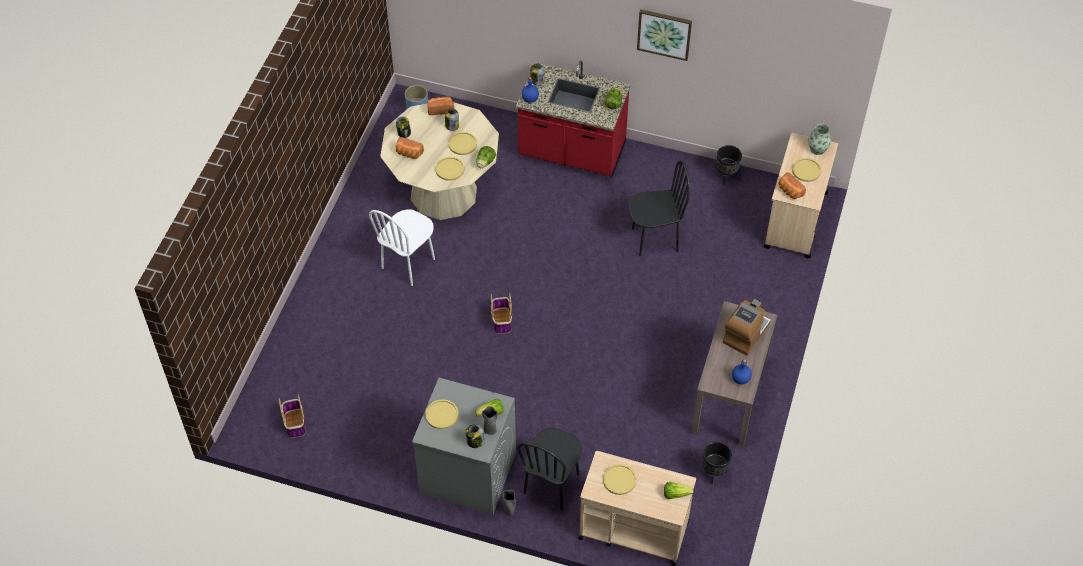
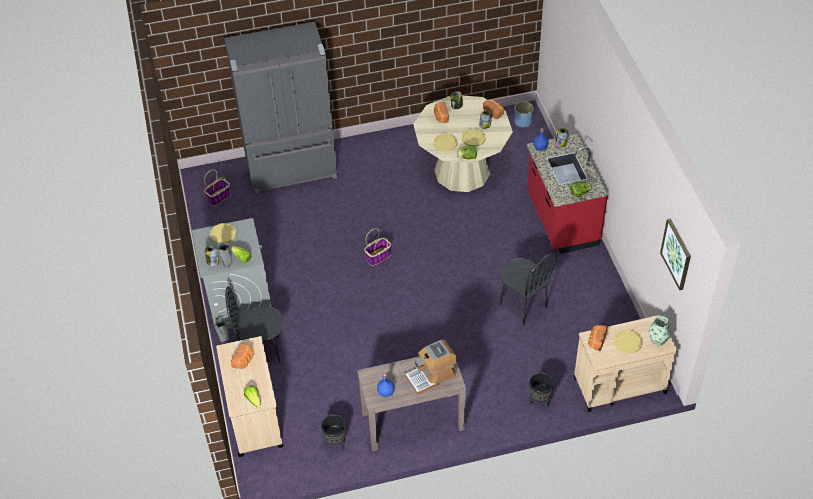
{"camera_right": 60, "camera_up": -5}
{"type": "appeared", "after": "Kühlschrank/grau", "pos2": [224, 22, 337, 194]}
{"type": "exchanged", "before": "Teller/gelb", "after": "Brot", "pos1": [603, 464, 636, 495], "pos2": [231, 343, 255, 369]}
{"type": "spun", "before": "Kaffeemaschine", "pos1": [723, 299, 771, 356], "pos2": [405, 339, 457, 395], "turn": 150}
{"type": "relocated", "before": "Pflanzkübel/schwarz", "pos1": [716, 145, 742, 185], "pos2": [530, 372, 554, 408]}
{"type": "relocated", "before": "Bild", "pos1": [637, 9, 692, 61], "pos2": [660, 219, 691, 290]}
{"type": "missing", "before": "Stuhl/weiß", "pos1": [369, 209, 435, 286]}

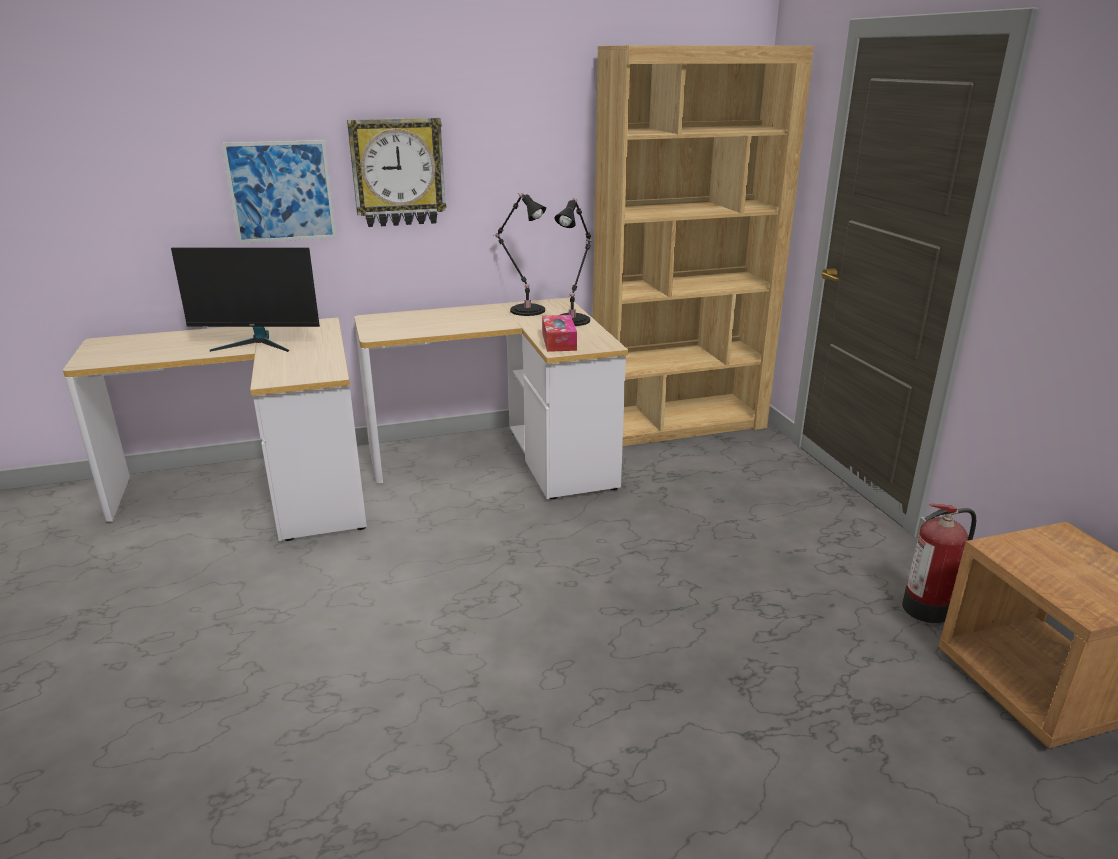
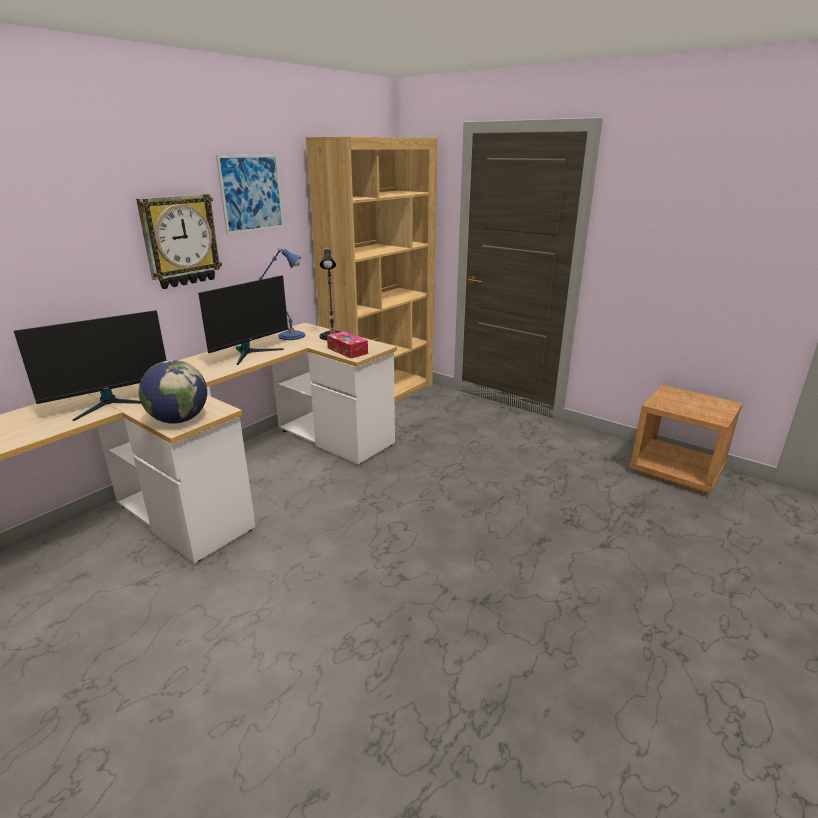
{"camera_right": -35, "camera_up": 0}
{"type": "appeared", "after": "Globus", "pos2": [139, 360, 207, 424]}
{"type": "appeared", "after": "Monitor", "pos2": [198, 275, 288, 365]}
{"type": "relocated", "before": "Bild", "pos1": [222, 140, 336, 243], "pos2": [216, 154, 284, 235]}
{"type": "colour", "before": "Tischlampe/schwarz", "after": "Tischlampe/blau", "pos1": [494, 193, 546, 316], "pos2": [259, 248, 305, 340]}
{"type": "missing", "before": "Feuerlöscher", "pos1": [902, 504, 976, 623]}

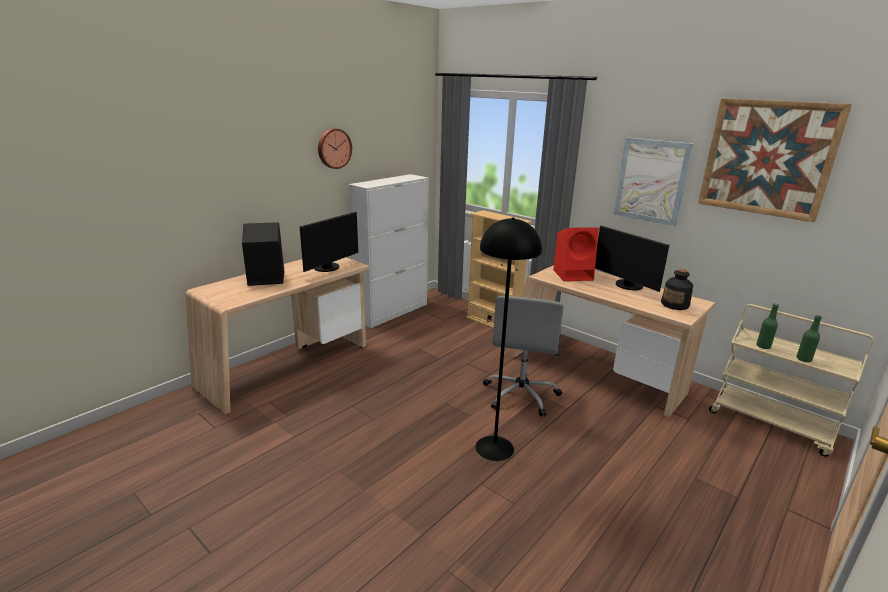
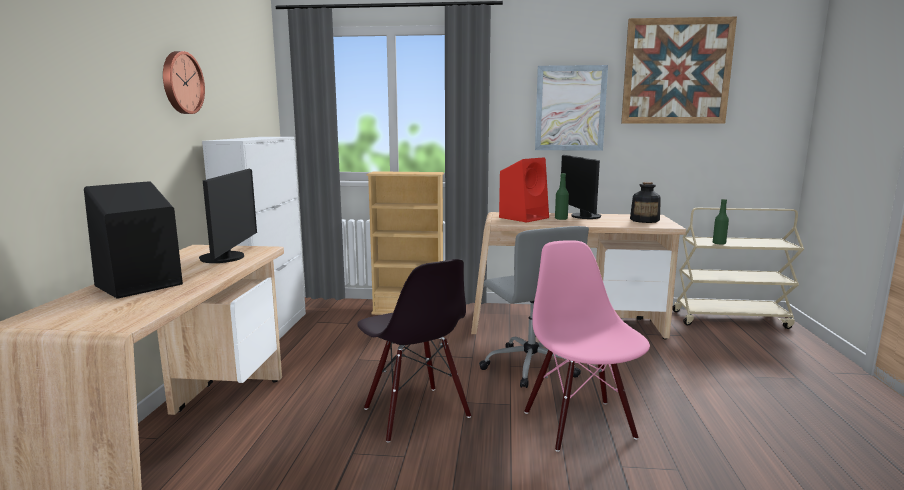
{"camera_right": -35, "camera_up": -10}
{"type": "appeared", "after": "Stuhl/schwarz", "pos2": [357, 259, 471, 443]}
{"type": "exchanged", "before": "Stehlampe/schwarz", "after": "Stuhl/rosa", "pos1": [476, 217, 542, 461], "pos2": [524, 240, 650, 452]}
{"type": "relocated", "before": "Flasche/grün", "pos1": [796, 315, 822, 362], "pos2": [555, 173, 569, 220]}
{"type": "spun", "before": "Monitor", "pos1": [595, 225, 669, 292], "pos2": [561, 155, 602, 219], "turn": 60}

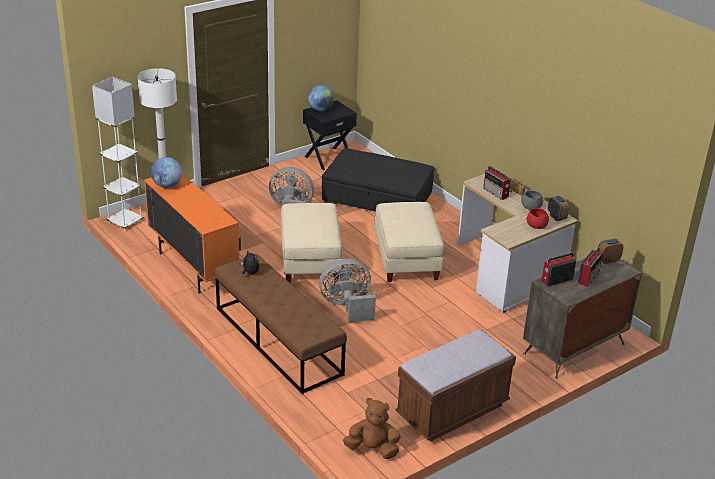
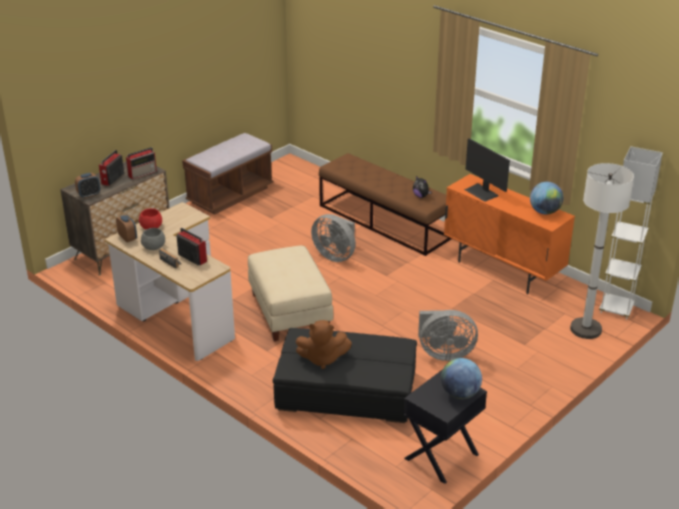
{"camera_right": 170, "camera_up": 0}
{"type": "relocated", "before": "Plüschtier/braun", "pos1": [343, 398, 401, 459], "pos2": [296, 320, 352, 369]}
{"type": "spun", "before": "Ventilator/grau", "pos1": [319, 259, 376, 322], "pos2": [311, 214, 356, 262], "turn": 60}
{"type": "appeared", "after": "Monitor", "pos2": [464, 138, 510, 202]}
{"type": "missing", "before": "Polsterhocker/beige", "pos1": [281, 203, 342, 283]}

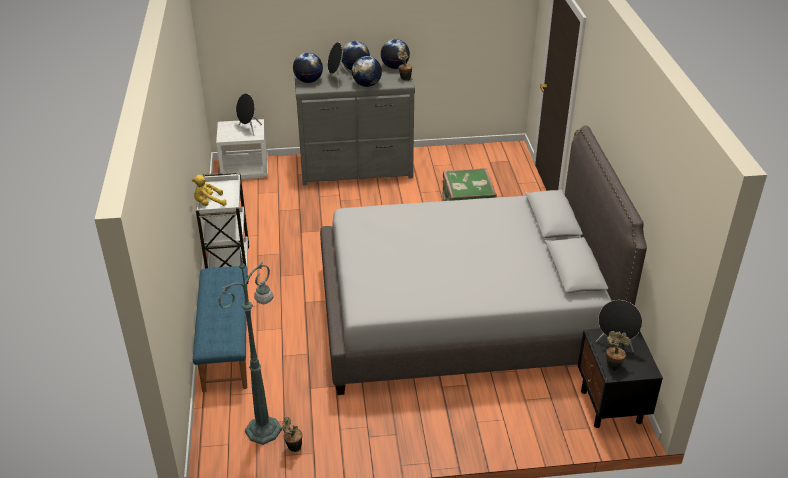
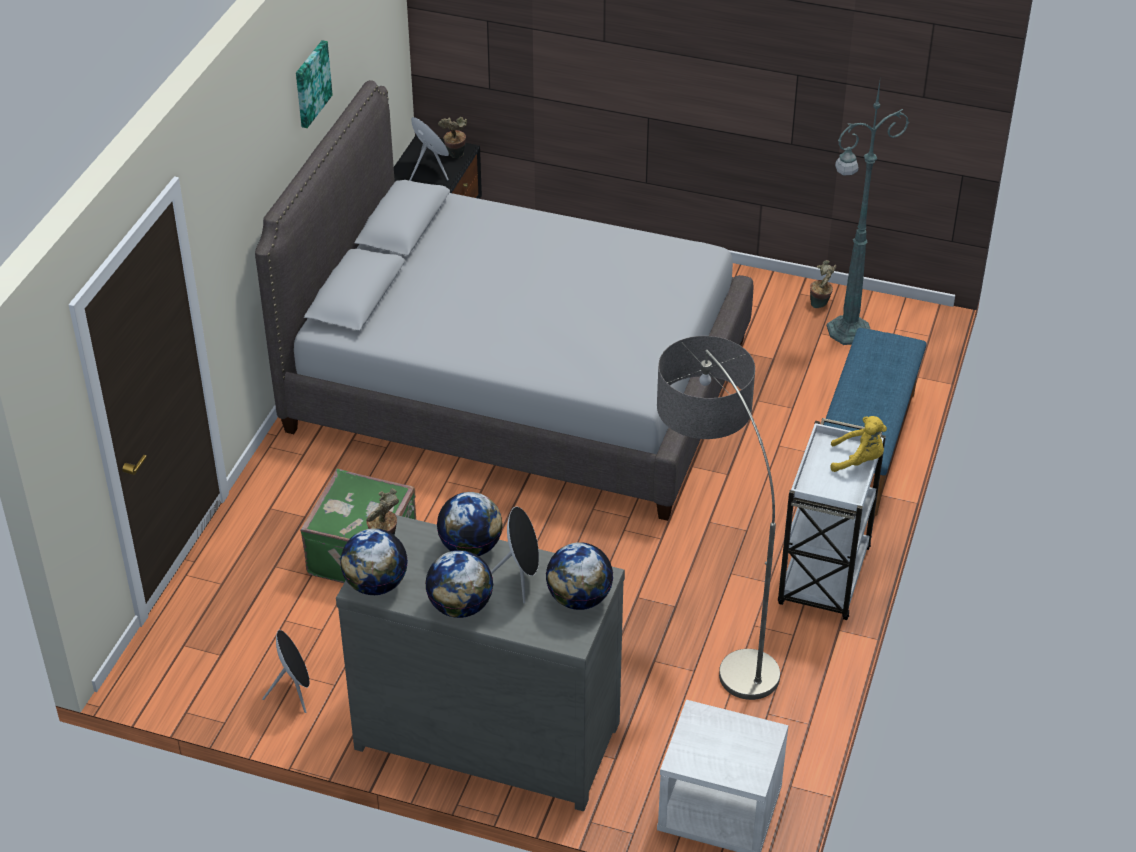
{"camera_right": -155, "camera_up": 5}
{"type": "relocated", "before": "Lautsprecher/schwarz", "pos1": [236, 93, 262, 136], "pos2": [262, 630, 310, 713]}
{"type": "appeared", "after": "Bild", "pos2": [296, 40, 333, 128]}
{"type": "appeared", "after": "Stehlampe", "pos2": [657, 336, 780, 700]}

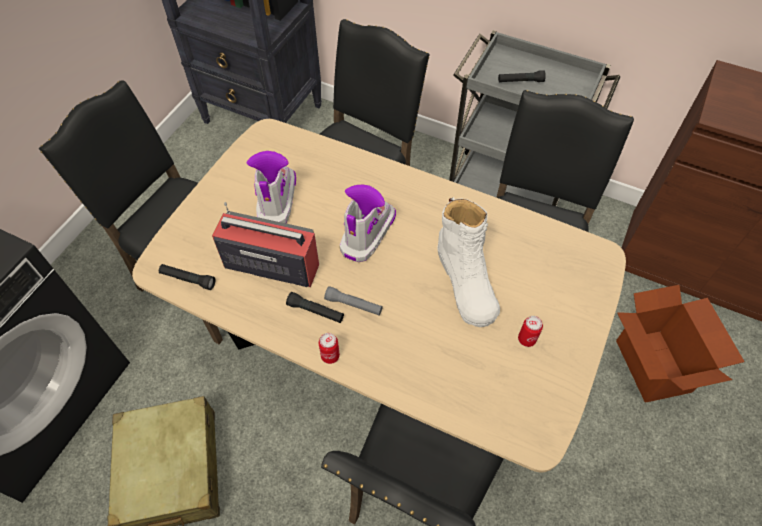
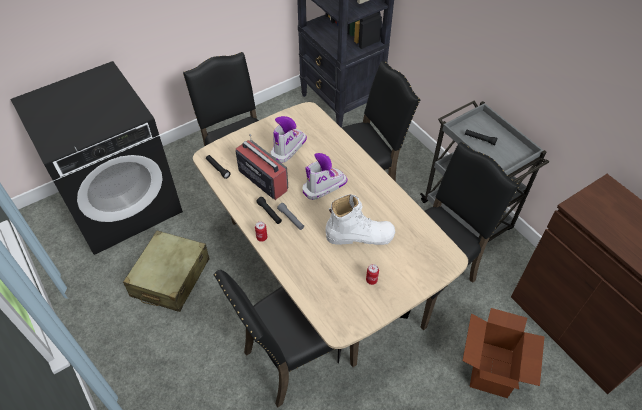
{"camera_right": 30, "camera_up": -5}
{"type": "spun", "before": "Stiefel/weiß", "pos1": [437, 197, 500, 327], "pos2": [326, 194, 395, 245], "turn": -105}

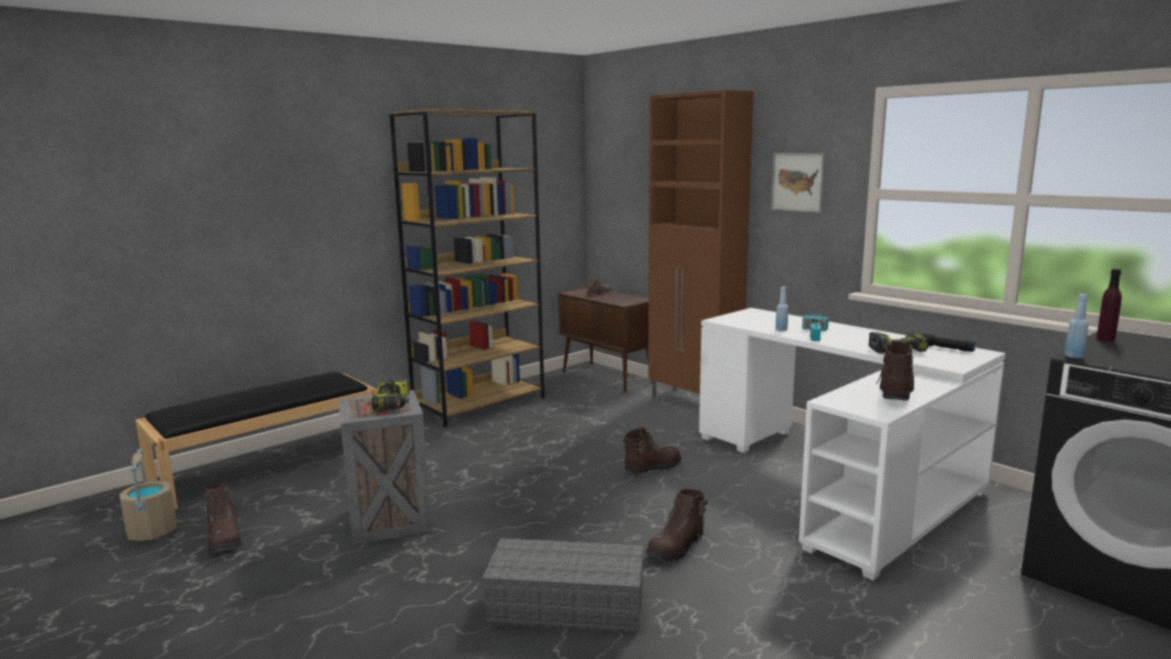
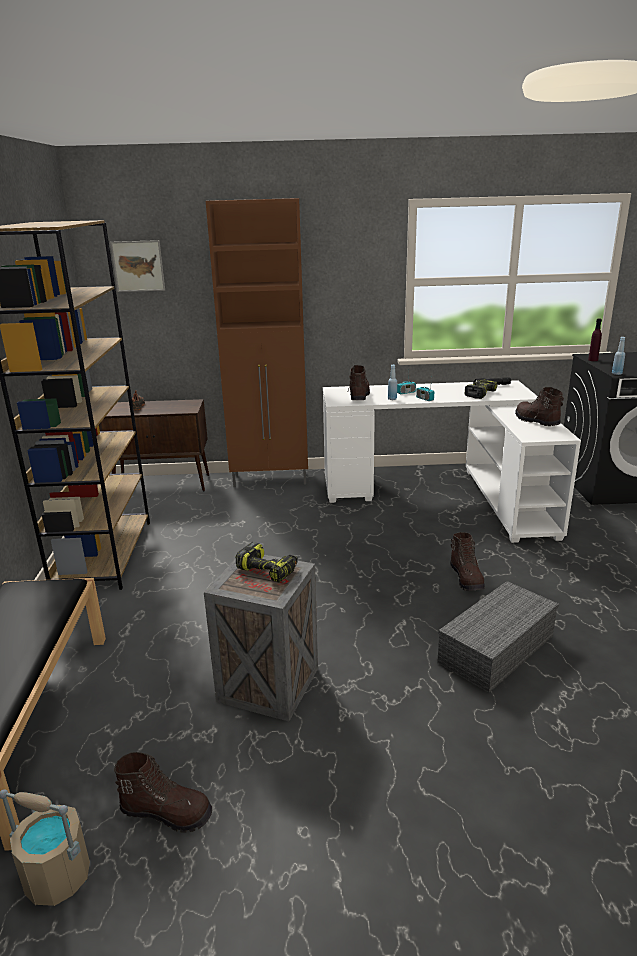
{"camera_right": -50, "camera_up": 10}
{"type": "relocated", "before": "Bild", "pos1": [771, 153, 825, 213], "pos2": [110, 240, 165, 292]}
{"type": "relocated", "before": "Stiefel/braun", "pos1": [623, 427, 682, 474], "pos2": [347, 365, 370, 400]}

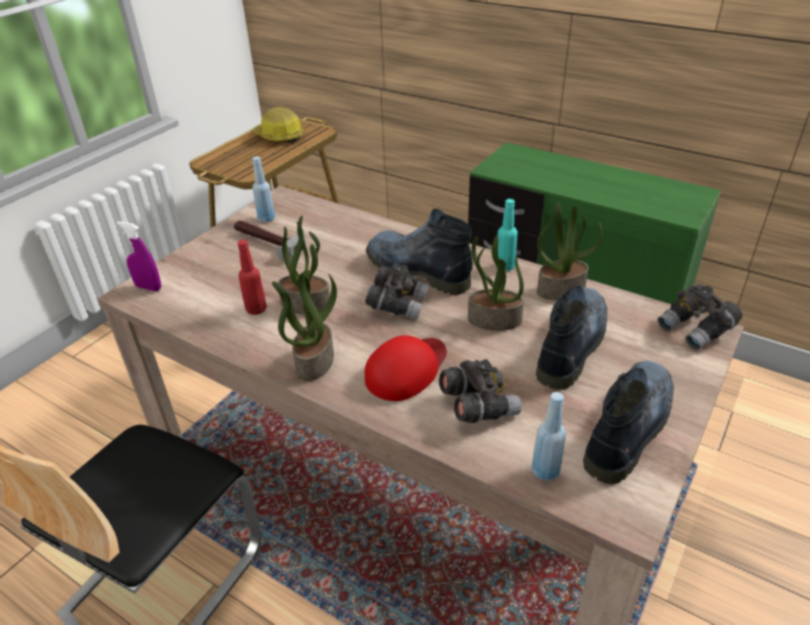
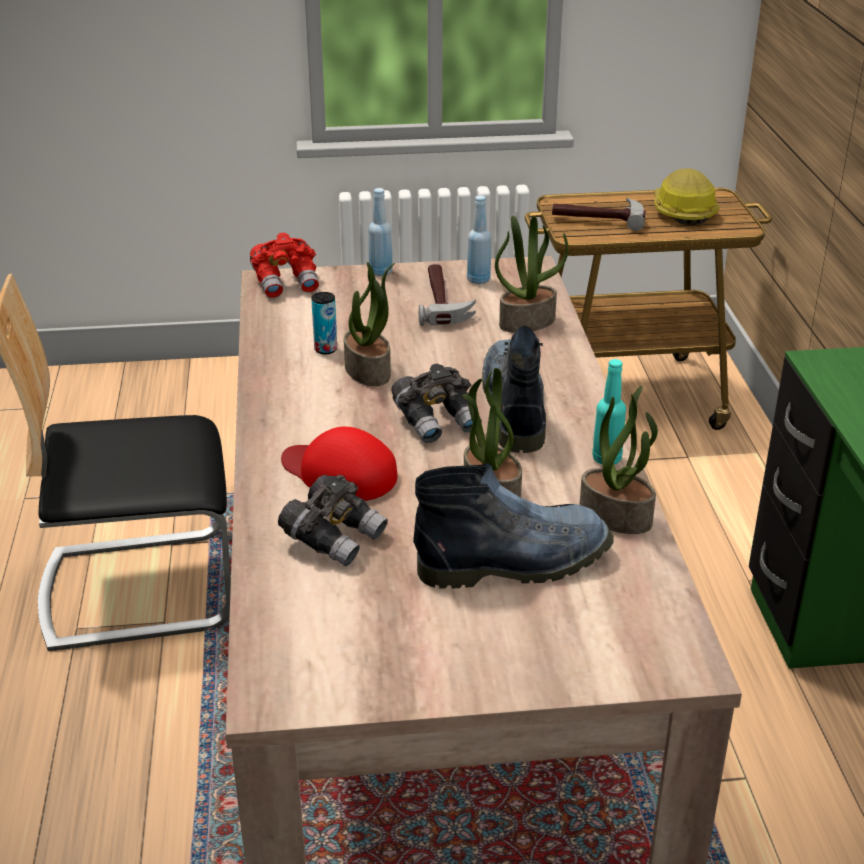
{"camera_right": 50, "camera_up": -5}
{"type": "exchanged", "before": "Sprühflasche/lila", "after": "Fernglas/rot", "pos1": [117, 221, 161, 291], "pos2": [250, 233, 319, 298]}
{"type": "spun", "before": "Kappe/rot", "pos1": [365, 335, 447, 401], "pos2": [281, 427, 397, 501], "turn": -150}
{"type": "exchanged", "before": "Flasche/rot", "after": "Dose", "pos1": [238, 240, 267, 315], "pos2": [311, 292, 337, 354]}
{"type": "relocated", "before": "Flasche/blau", "pos1": [532, 392, 566, 481], "pos2": [368, 188, 393, 276]}
{"type": "relocated", "before": "Topfpflanze", "pos1": [272, 273, 337, 381], "pos2": [495, 215, 568, 333]}
{"type": "appeared", "after": "Hammer", "pos2": [552, 198, 646, 231]}
{"type": "missing", "before": "Stiefel", "pos1": [583, 360, 674, 484]}
{"type": "missing", "before": "Fernglas/grau", "pos1": [658, 285, 742, 350]}

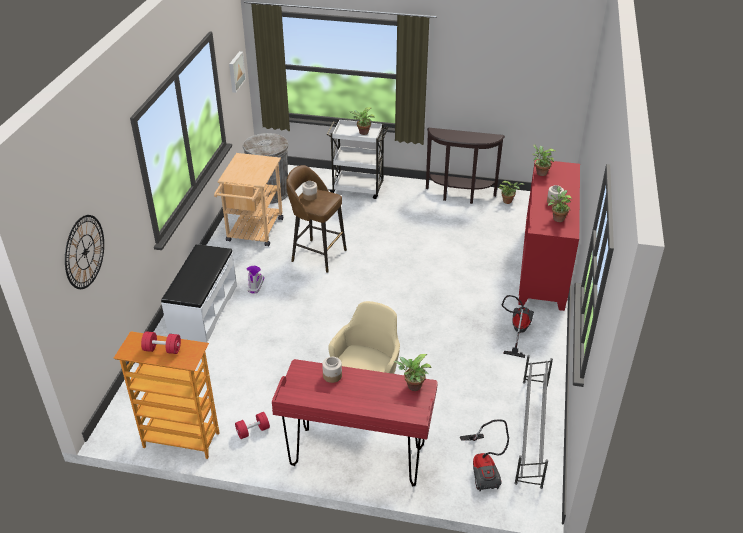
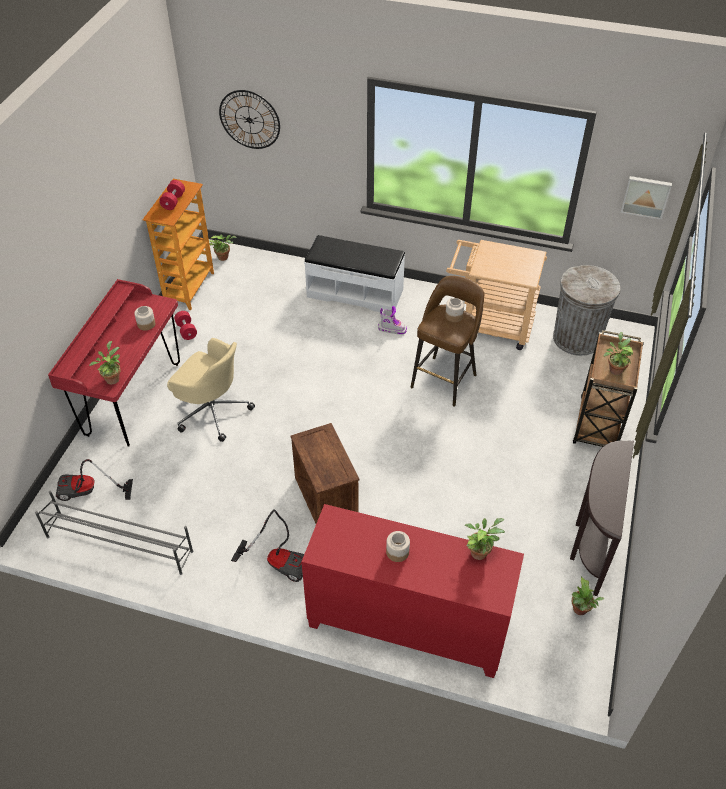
{"camera_right": 95, "camera_up": 10}
{"type": "relocated", "before": "Topfpflanze", "pos1": [548, 186, 572, 222], "pos2": [209, 235, 237, 261]}
{"type": "appeared", "after": "Kiste", "pos2": [290, 423, 360, 524]}
{"type": "colour", "before": "Rollwagen/weiß", "after": "Rollwagen/braun", "pos1": [326, 119, 388, 199], "pos2": [573, 330, 644, 447]}

